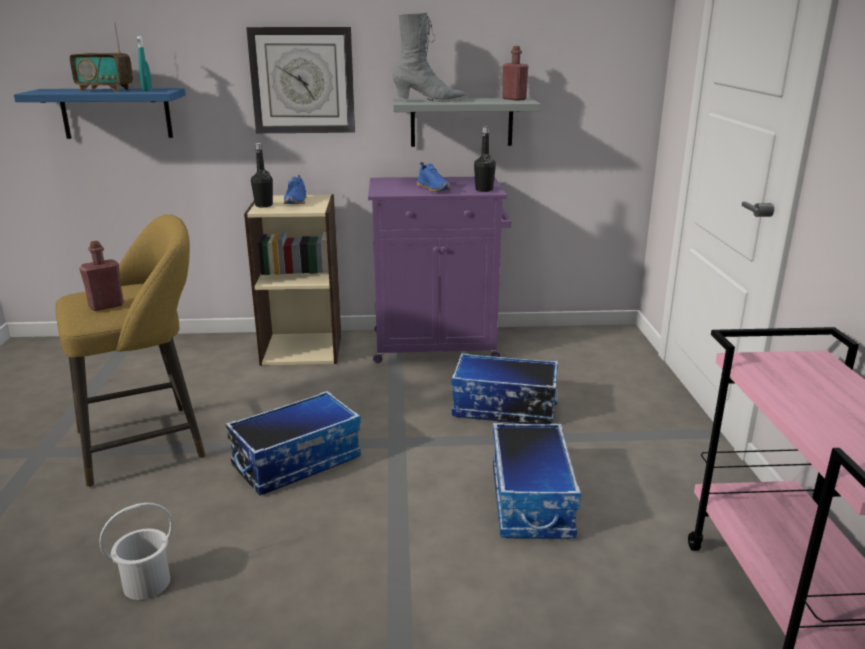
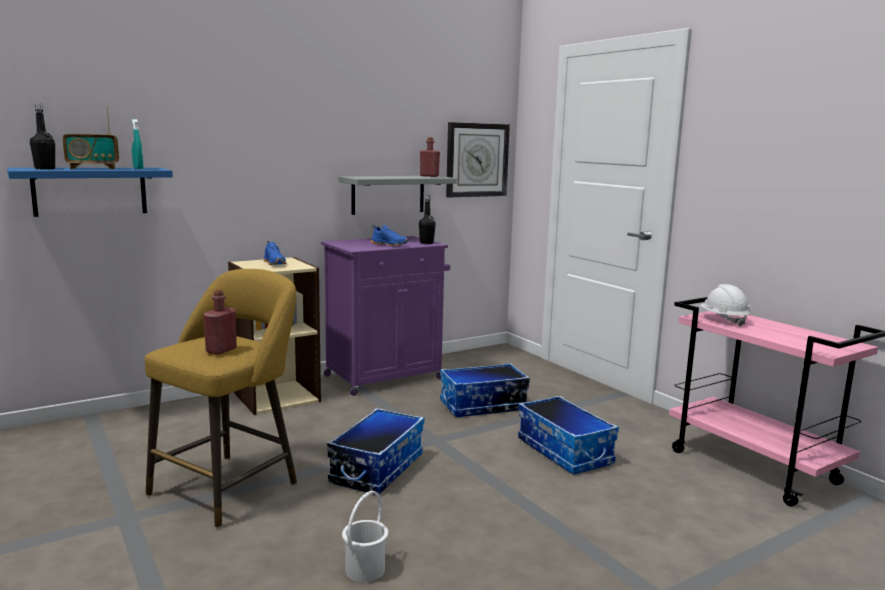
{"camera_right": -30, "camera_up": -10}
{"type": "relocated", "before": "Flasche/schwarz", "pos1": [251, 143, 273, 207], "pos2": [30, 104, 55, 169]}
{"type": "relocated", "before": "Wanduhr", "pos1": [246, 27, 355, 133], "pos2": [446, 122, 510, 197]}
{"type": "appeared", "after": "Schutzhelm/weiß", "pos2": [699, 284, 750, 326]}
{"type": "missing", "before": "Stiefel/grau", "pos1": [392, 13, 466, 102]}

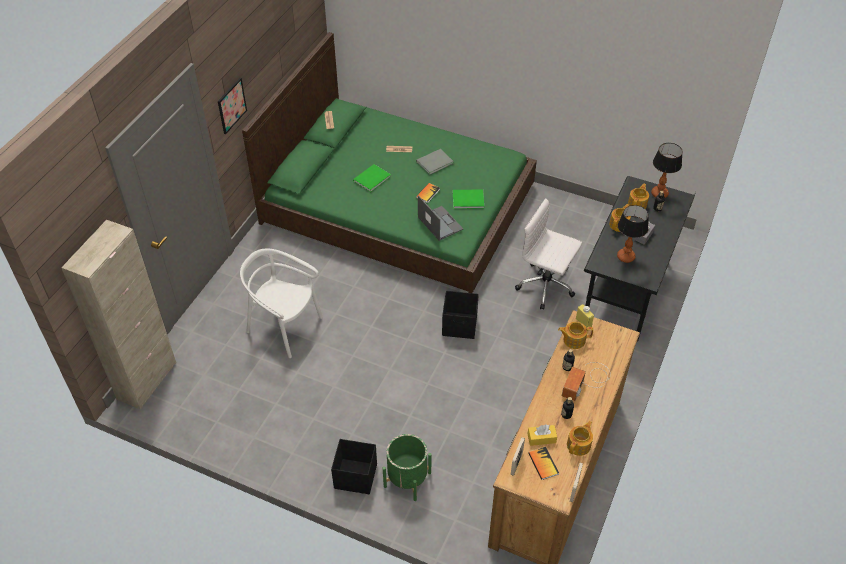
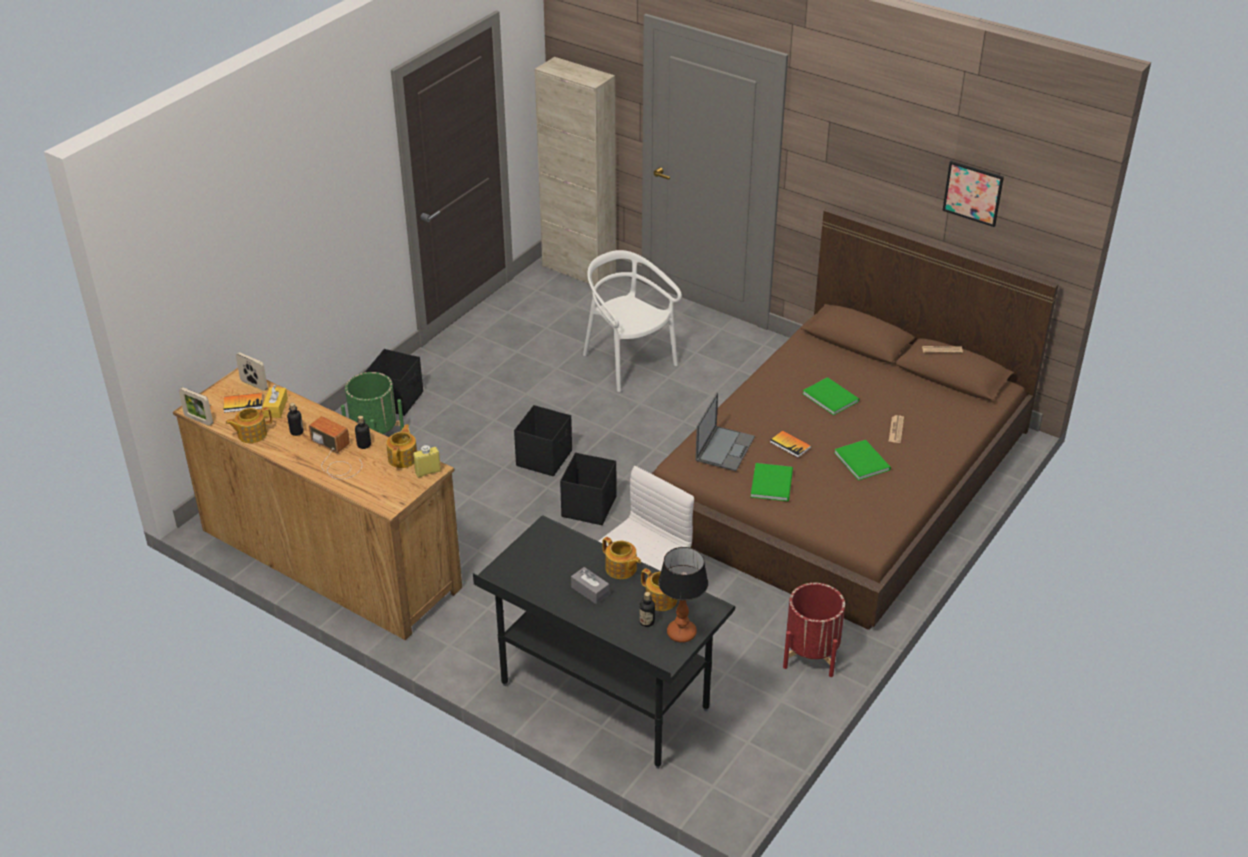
{"camera_right": 100, "camera_up": -10}
{"type": "spun", "before": "Teekanne", "pos1": [567, 421, 593, 456], "pos2": [225, 407, 272, 443], "turn": 105}
{"type": "appeared", "after": "Aufbewahrungsbox/schwarz", "pos2": [514, 405, 572, 476]}
{"type": "spun", "before": "Stuhl/weiß", "pos1": [240, 249, 323, 358], "pos2": [583, 250, 682, 392], "turn": -75}
{"type": "colour", "before": "Bett/grün", "after": "Bett/braun", "pos1": [242, 32, 537, 293], "pos2": [651, 208, 1059, 630]}
{"type": "spun", "before": "Laptop", "pos1": [418, 195, 463, 241], "pos2": [695, 393, 755, 471], "turn": -45}
{"type": "appeared", "after": "Pflanzkübel/rot", "pos2": [783, 583, 845, 677]}
{"type": "colour", "before": "Buch/grau", "after": "Buch/grün", "pos1": [416, 149, 454, 175], "pos2": [834, 440, 891, 480]}
{"type": "relocated", "before": "Bild", "pos1": [218, 78, 247, 134], "pos2": [942, 161, 1004, 227]}
{"type": "missing", "before": "Tischlampe", "pos1": [617, 205, 649, 263]}

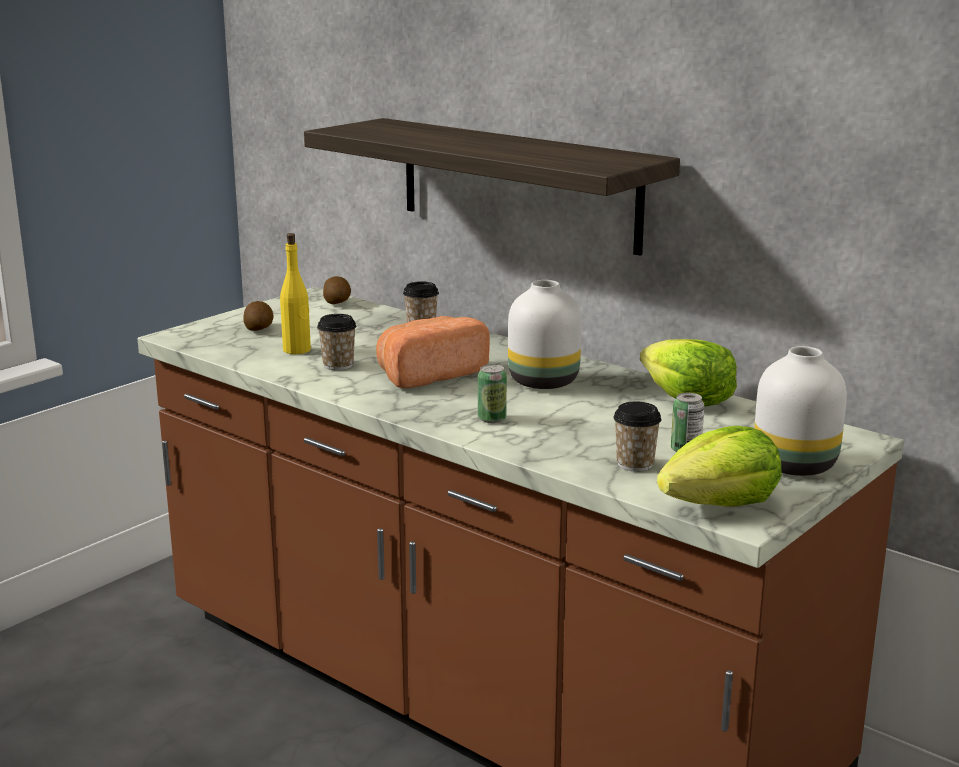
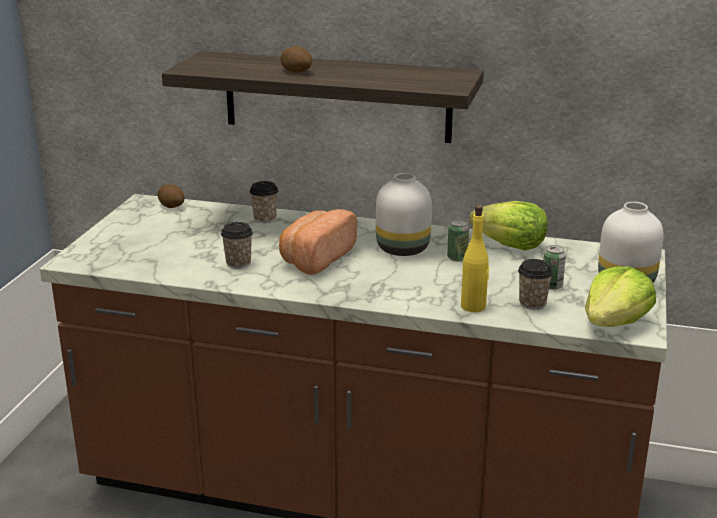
{"camera_right": -25, "camera_up": 5}
{"type": "relocated", "before": "Kartoffel", "pos1": [243, 301, 274, 331], "pos2": [280, 46, 312, 73]}
{"type": "relocated", "before": "Dose", "pos1": [478, 364, 507, 423], "pos2": [447, 219, 469, 261]}
{"type": "relocated", "before": "Flasche/gelb", "pos1": [280, 233, 311, 354], "pos2": [461, 205, 489, 312]}

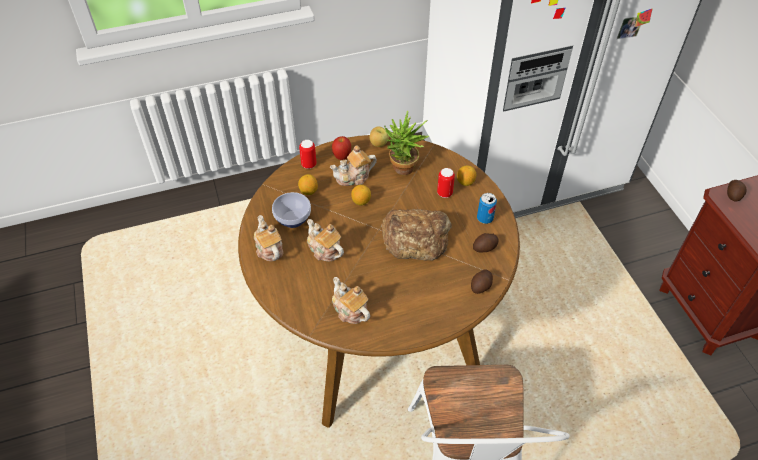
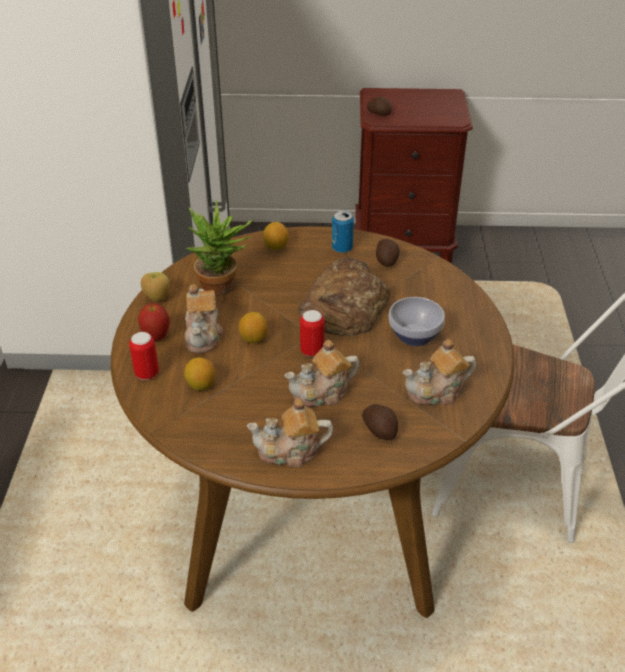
{"camera_right": -70, "camera_up": -10}
{"type": "relocated", "before": "Dose", "pos1": [437, 168, 455, 198], "pos2": [300, 310, 325, 357]}
{"type": "relocated", "before": "Kartoffel", "pos1": [471, 269, 493, 294], "pos2": [362, 404, 398, 440]}
{"type": "relocated", "before": "Schüssel", "pos1": [272, 192, 311, 228], "pos2": [389, 297, 445, 346]}

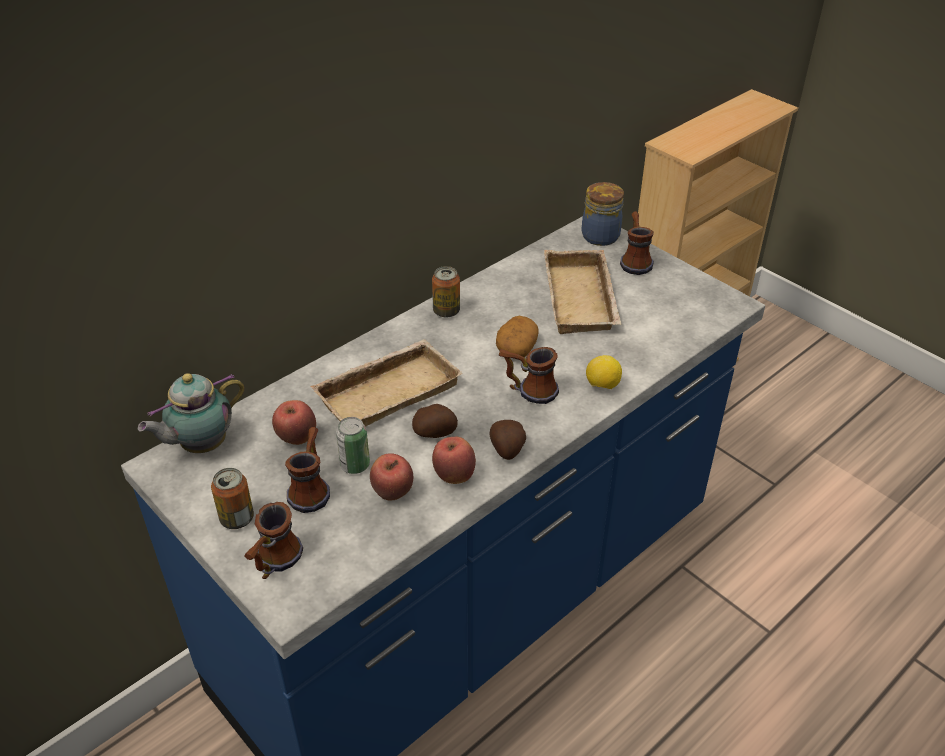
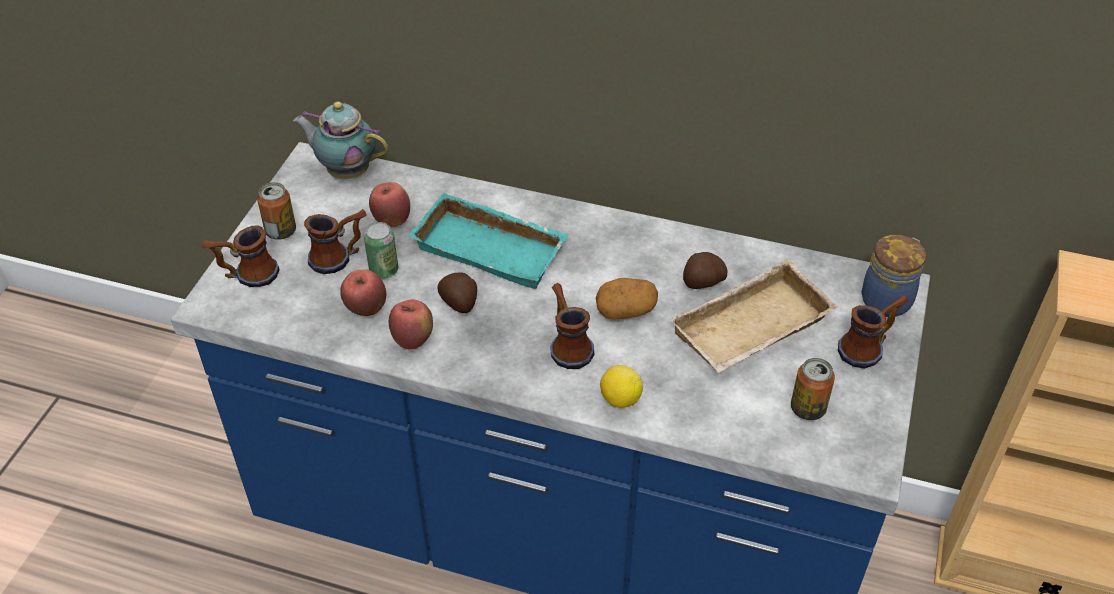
{"camera_right": 60, "camera_up": 5}
{"type": "colour", "before": "Tablett/beige", "after": "Tablett/türkis", "pos1": [310, 339, 463, 426], "pos2": [408, 192, 569, 289]}
{"type": "relocated", "before": "Kartoffel", "pos1": [490, 420, 526, 460], "pos2": [683, 252, 727, 289]}
{"type": "relocated", "before": "Dose", "pos1": [432, 266, 460, 318], "pos2": [791, 358, 835, 420]}

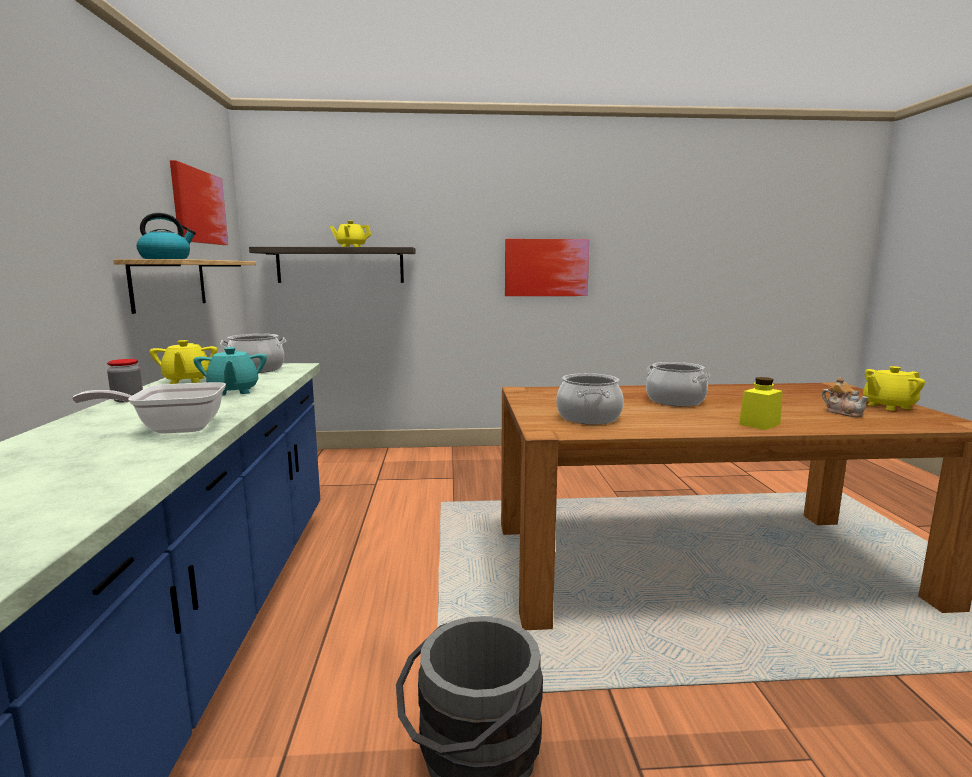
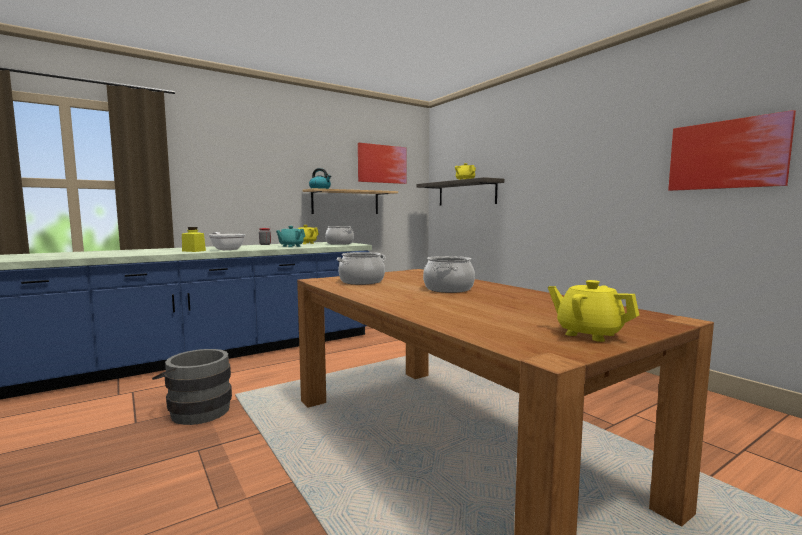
{"camera_right": 60, "camera_up": -5}
{"type": "relocated", "before": "Vorratsglas/gelb", "pos1": [739, 377, 783, 430], "pos2": [182, 227, 206, 252]}
{"type": "relocated", "before": "Bild", "pos1": [505, 239, 590, 296], "pos2": [668, 110, 796, 191]}
{"type": "missing", "before": "Teekanne", "pos1": [822, 377, 869, 417]}

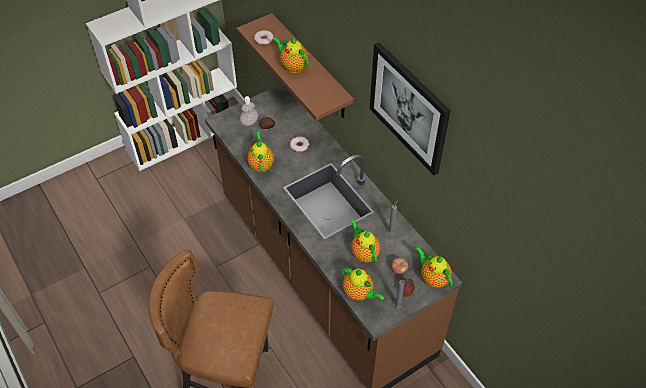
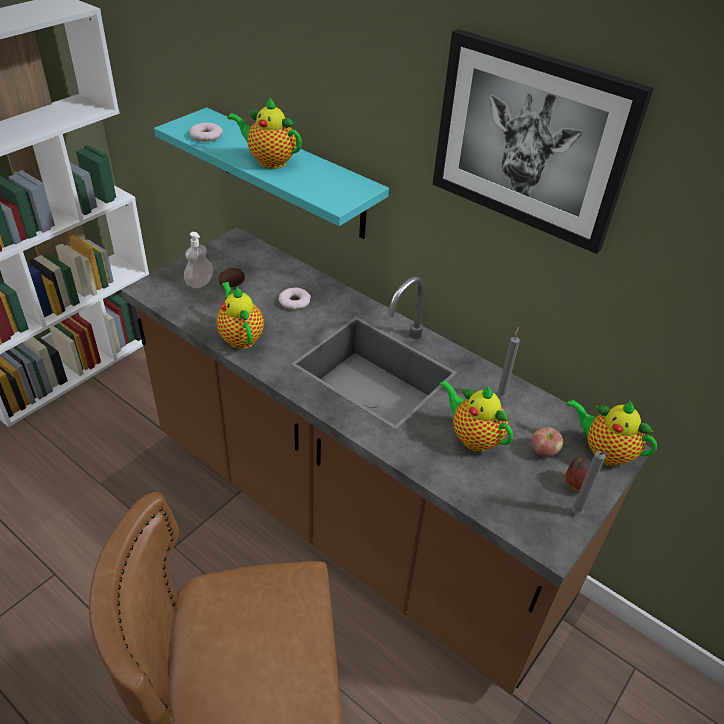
{"camera_right": -20, "camera_up": -10}
{"type": "colour", "before": "Wandregal/braun", "after": "Wandregal/türkis", "pos1": [236, 13, 354, 121], "pos2": [154, 108, 389, 239]}
{"type": "missing", "before": "Teekanne", "pos1": [342, 268, 384, 301]}

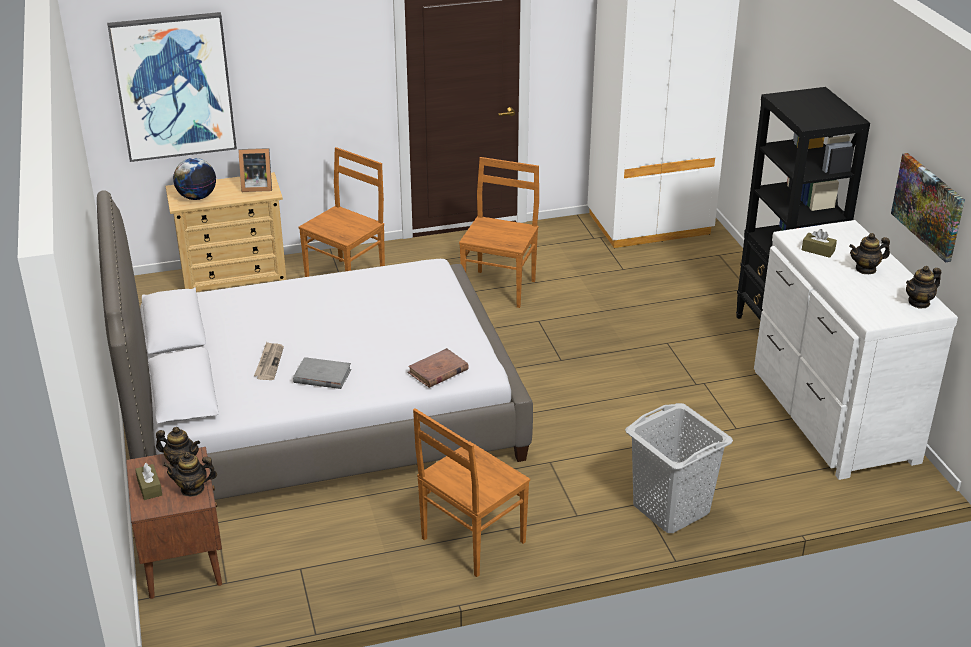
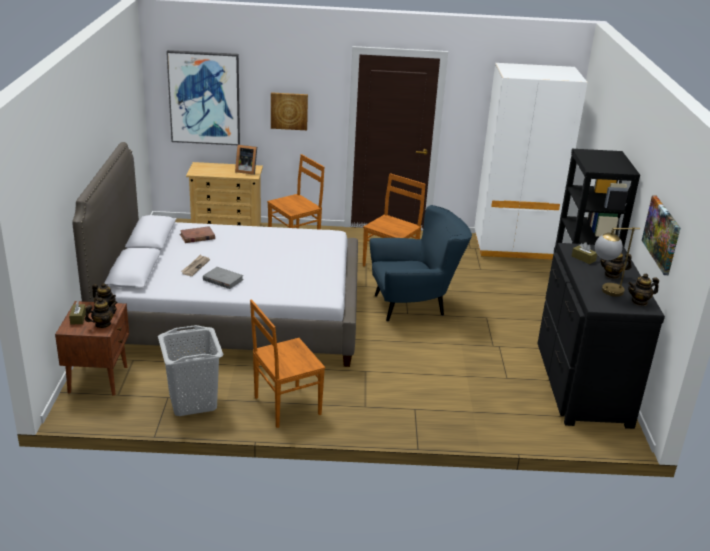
{"camera_right": 15, "camera_up": -5}
{"type": "spun", "before": "Teekanne", "pos1": [163, 452, 217, 497], "pos2": [85, 298, 118, 328], "turn": 135}
{"type": "relocated", "before": "Wäschekorb/grau", "pos1": [625, 403, 733, 533], "pos2": [158, 325, 223, 416]}
{"type": "relocated", "before": "Buch/braun", "pos1": [408, 348, 469, 388], "pos2": [180, 226, 215, 243]}
{"type": "appeared", "after": "Bild", "pos2": [271, 92, 308, 130]}
{"type": "appeared", "after": "Sessel/blau", "pos2": [370, 205, 472, 322]}
{"type": "colour", "before": "Kommode/weiß", "after": "Kommode/schwarz", "pos1": [754, 220, 958, 480], "pos2": [537, 243, 665, 429]}
{"type": "appeared", "after": "Tischlampe", "pos2": [595, 227, 640, 297]}
{"type": "missing", "before": "Globus", "pos1": [173, 158, 216, 200]}

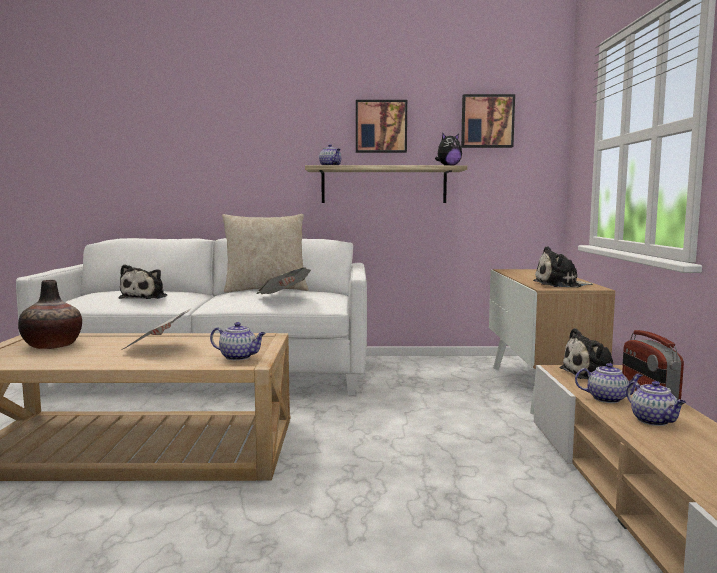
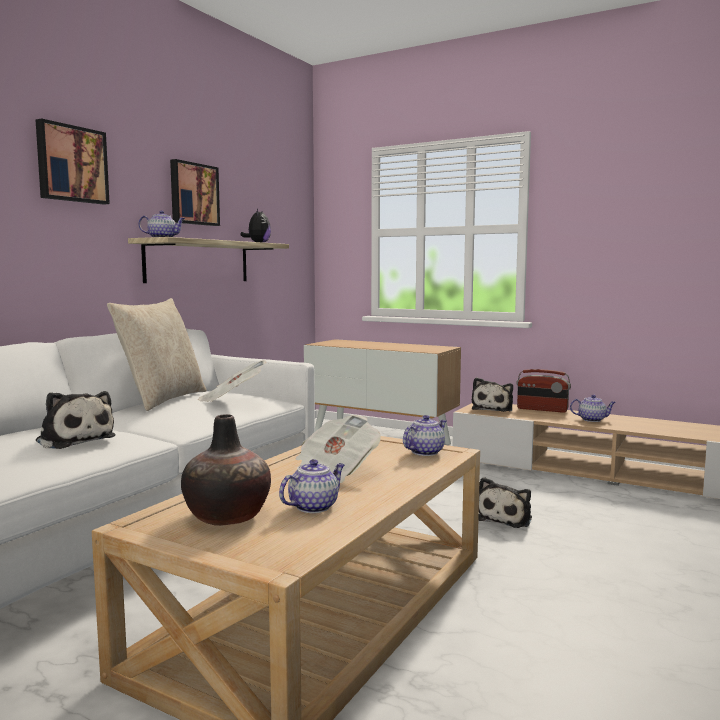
{"camera_right": -60, "camera_up": 0}
{"type": "relocated", "before": "Bild", "pos1": [461, 94, 515, 148], "pos2": [36, 118, 110, 205]}
{"type": "relocated", "before": "Teekanne", "pos1": [575, 363, 643, 403], "pos2": [279, 459, 345, 513]}
{"type": "relocated", "before": "Plüschtier", "pos1": [533, 246, 593, 287], "pos2": [478, 477, 532, 528]}

